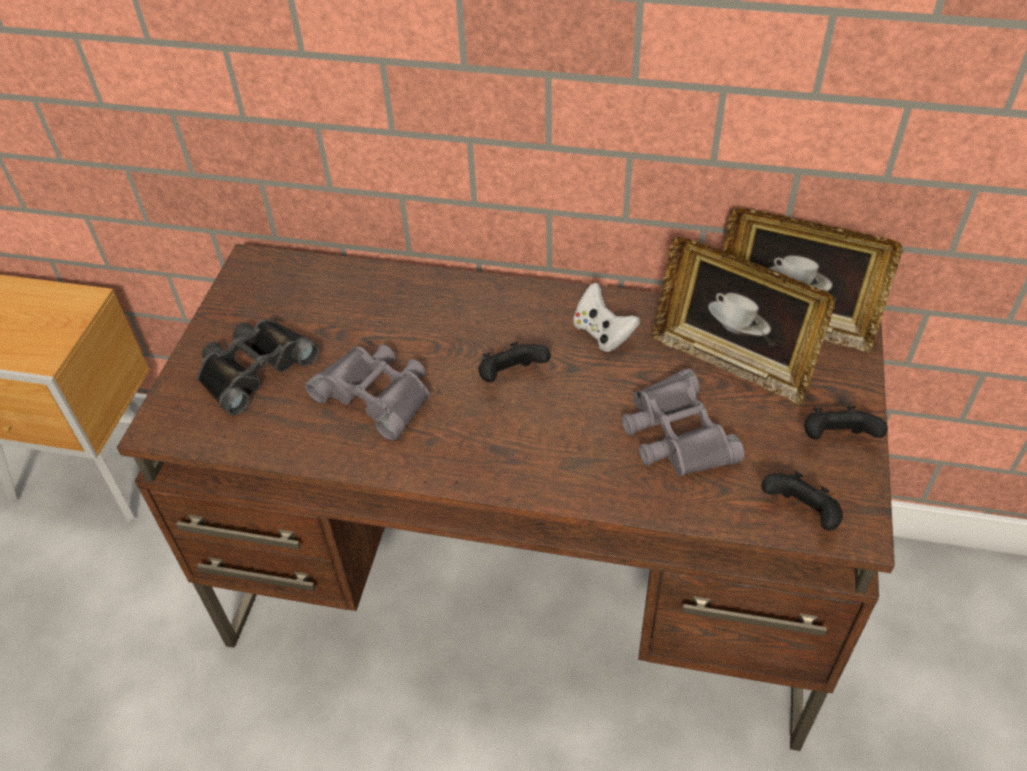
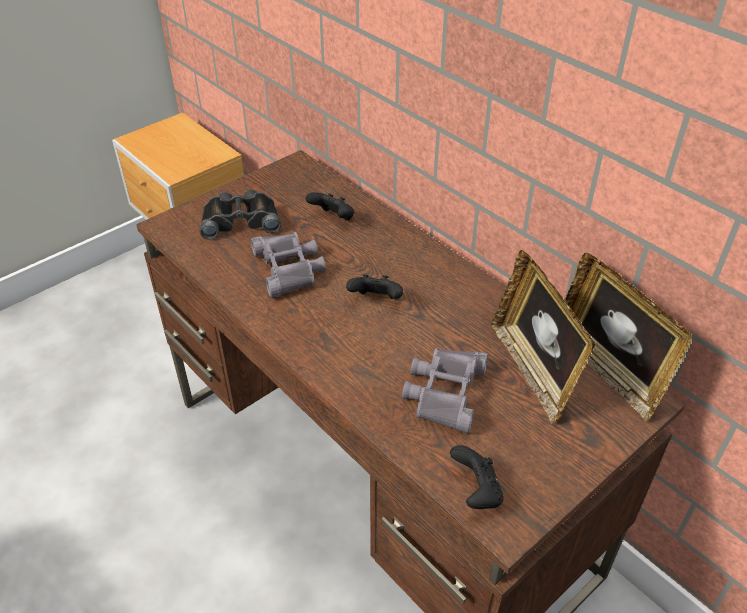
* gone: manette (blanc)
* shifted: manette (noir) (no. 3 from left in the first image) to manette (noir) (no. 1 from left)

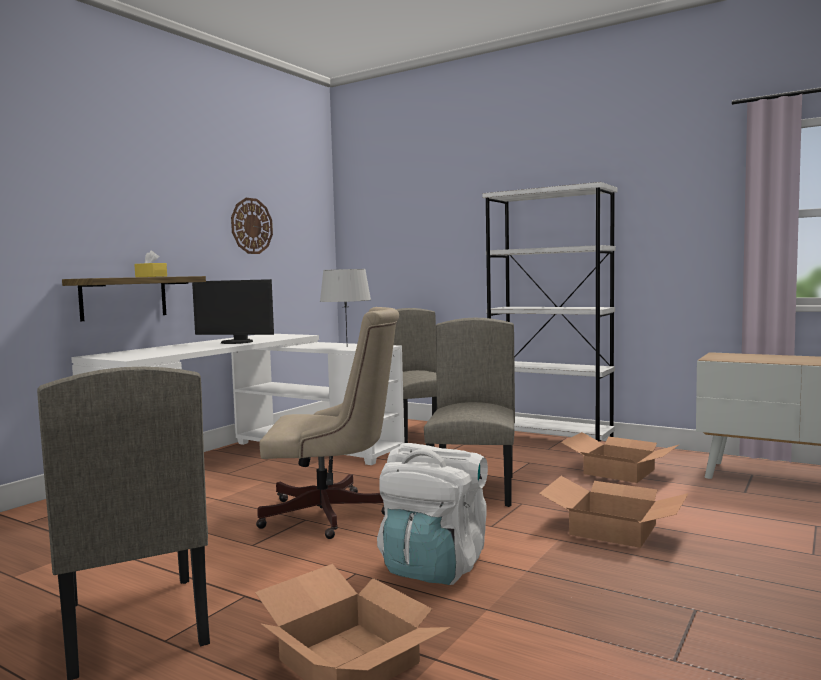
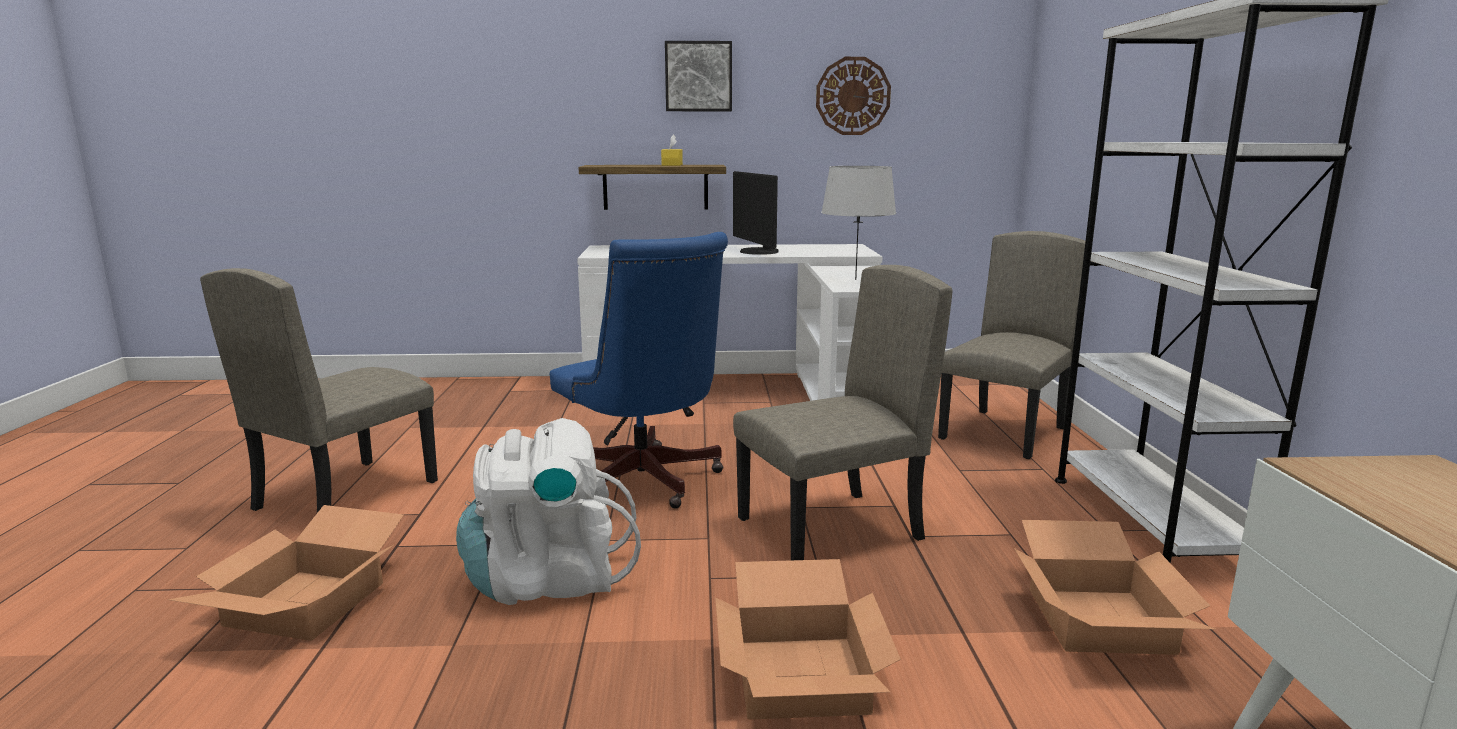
* repainted: chaise de bureau (beige) to chaise de bureau (bleu)
* new: tableau

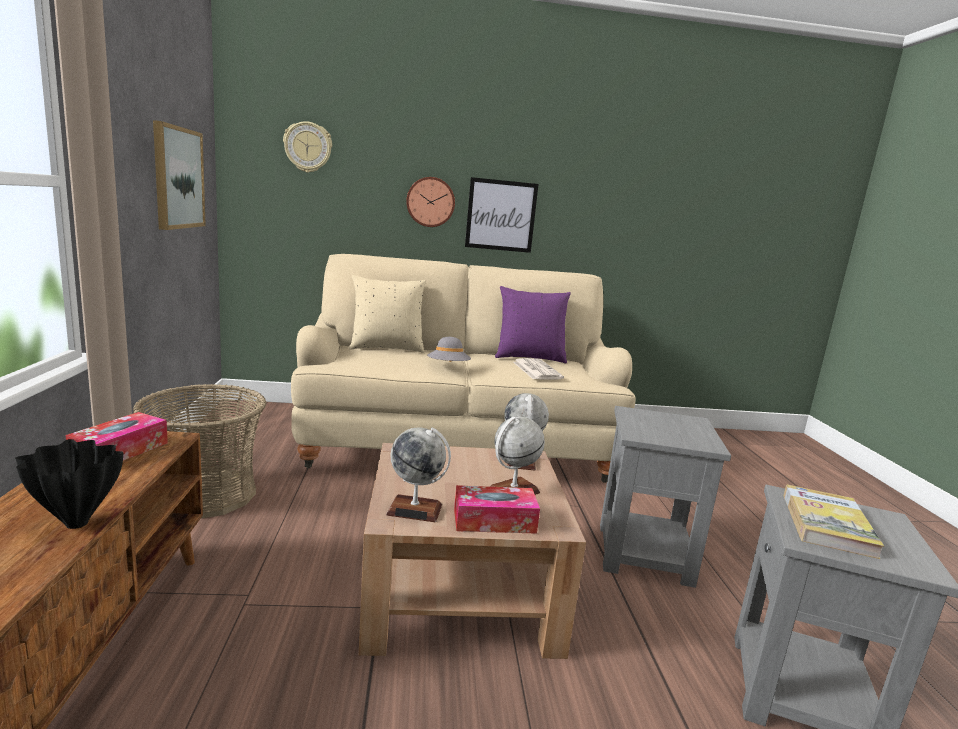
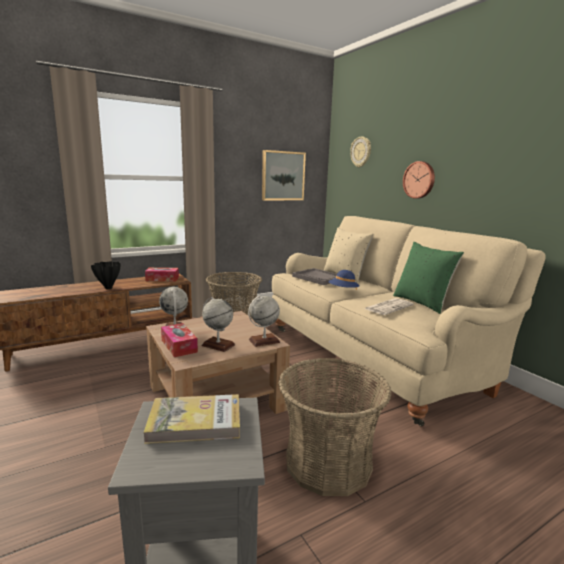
* gone: tableau (no. 2 from left)
* repainted: coussin (violet) to coussin (vert)
* repainted: chapeau (gris) to chapeau (bleu)
* swapped: table d'appoint (gris) (no. 1 from left) to panier (no. 2 from left)
* new: plateau (gris)

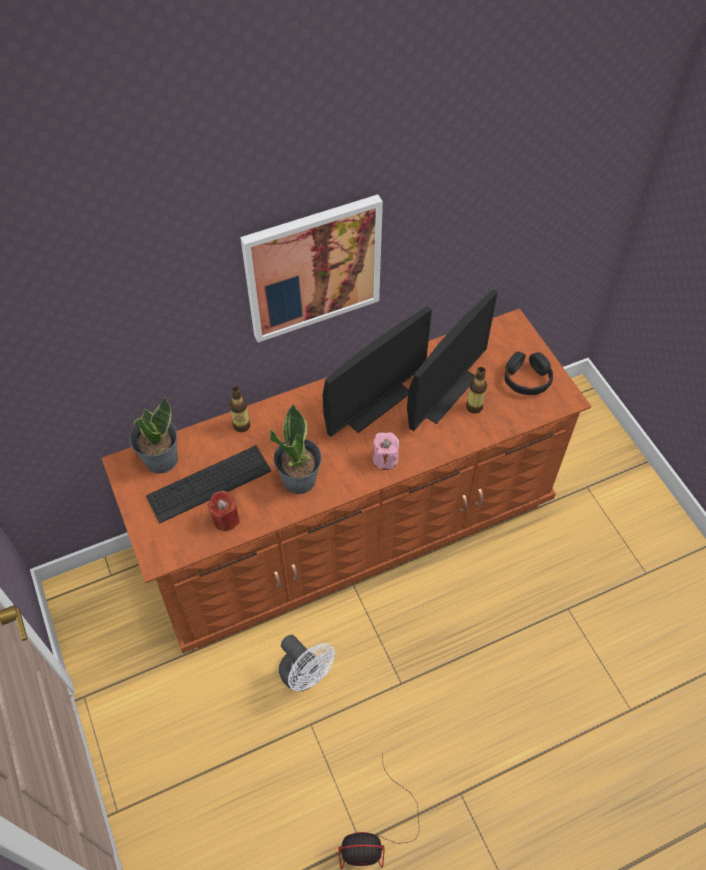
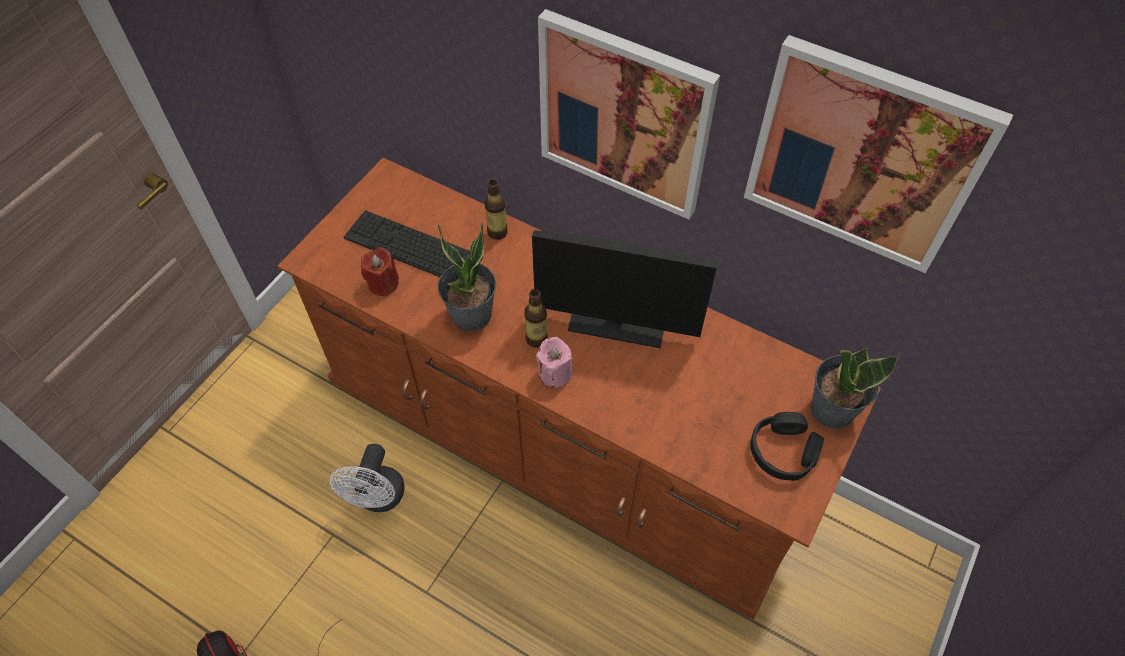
* gone: écran d'ordinateur (no. 2 from left)
* shifted: bouteille (no. 2 from left)
* shifted: plante en pot (no. 1 from left in the first image) to plante en pot (no. 2 from left)
* new: tableau (no. 2 from left)

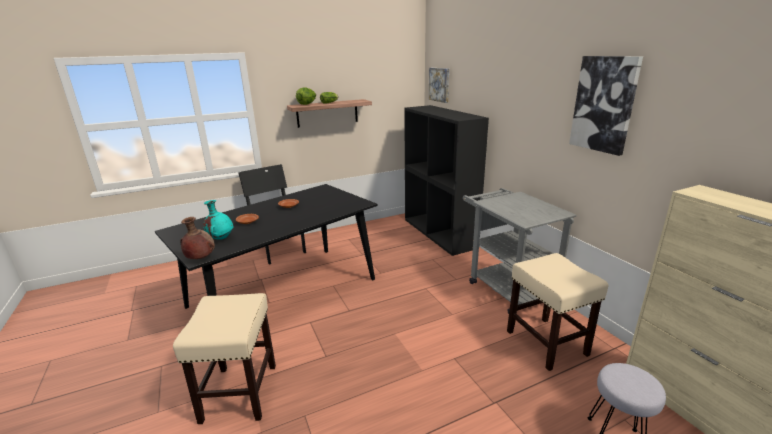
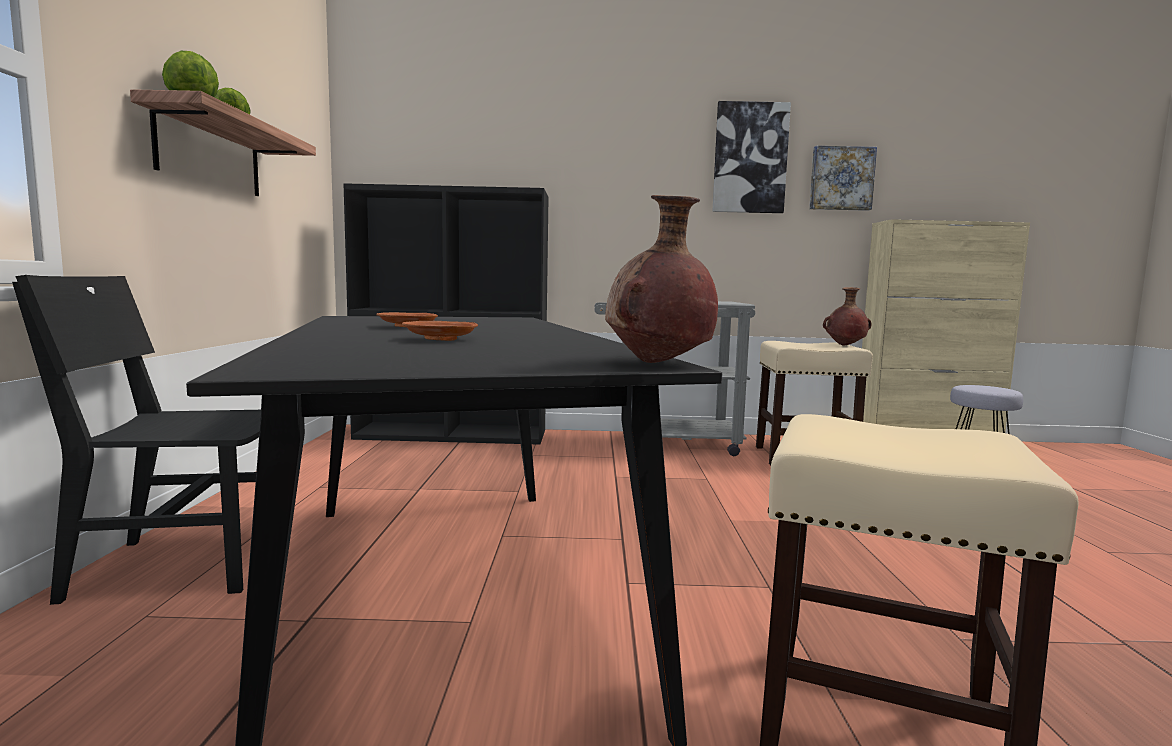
* shifted: tableau (no. 1 from left in the first image) to tableau (no. 2 from left)
* gone: vase (turquoise)
* new: vase (marron) (no. 2 from left)

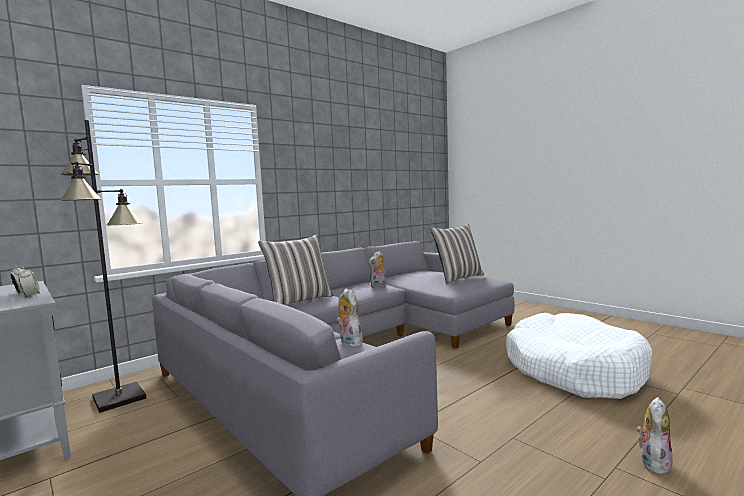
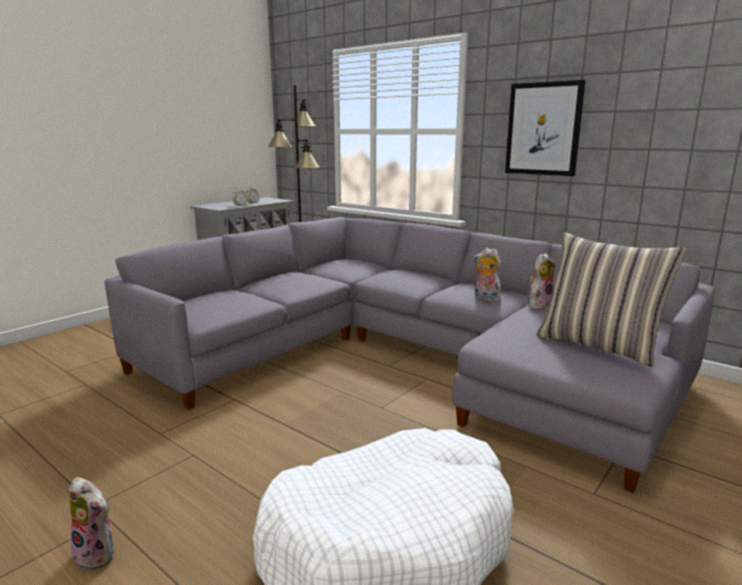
* gone: coussin (no. 1 from left)
* shifted: peluche (no. 1 from left in the first image) to peluche (no. 3 from left)
* new: tableau

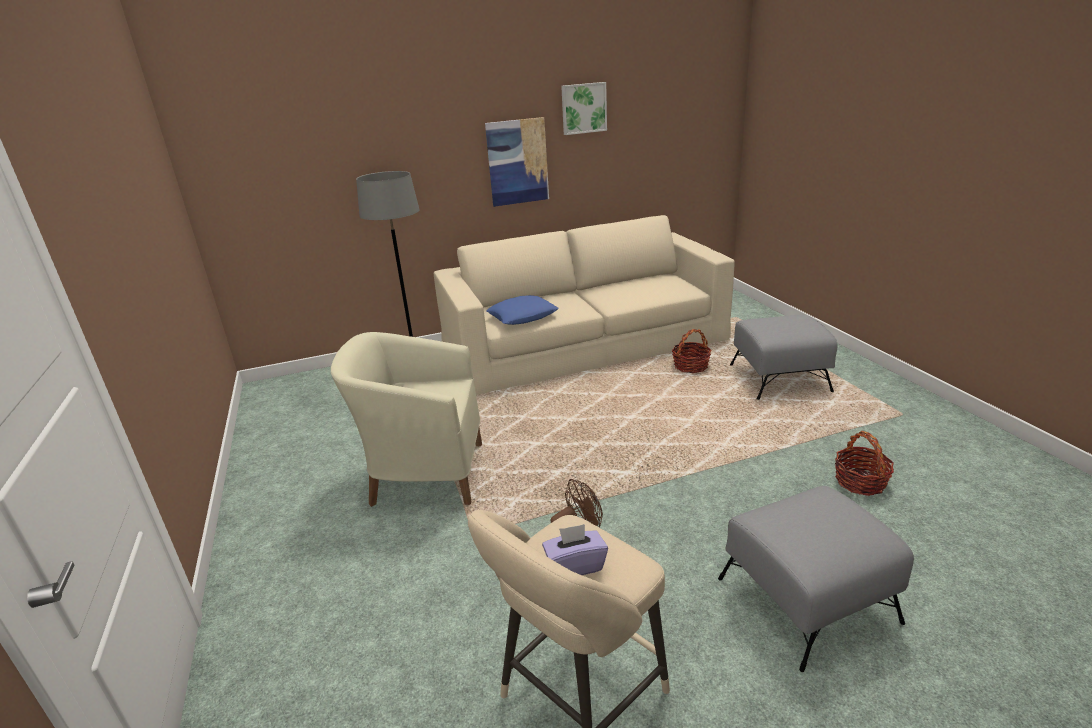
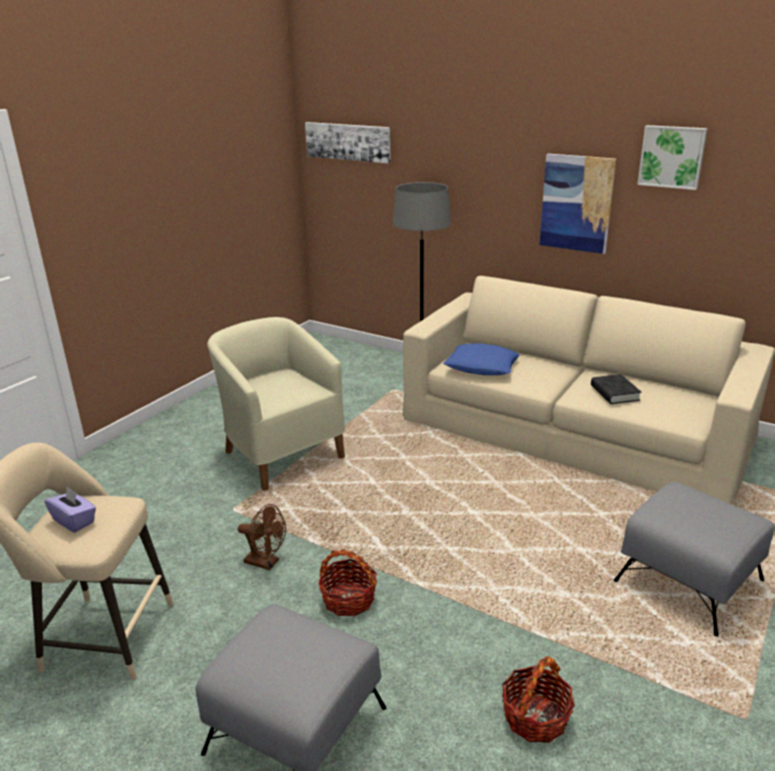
* shifted: panier (no. 1 from left)
* new: tableau (no. 1 from left)
* new: livre (noir)

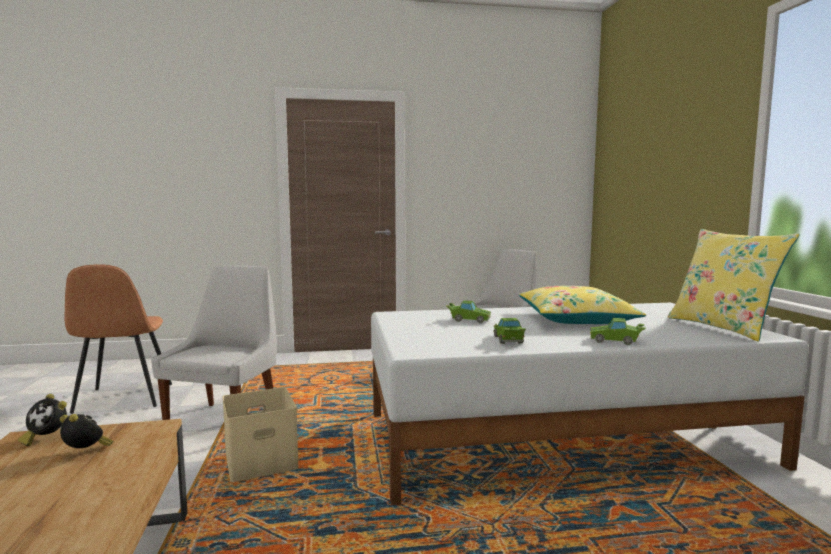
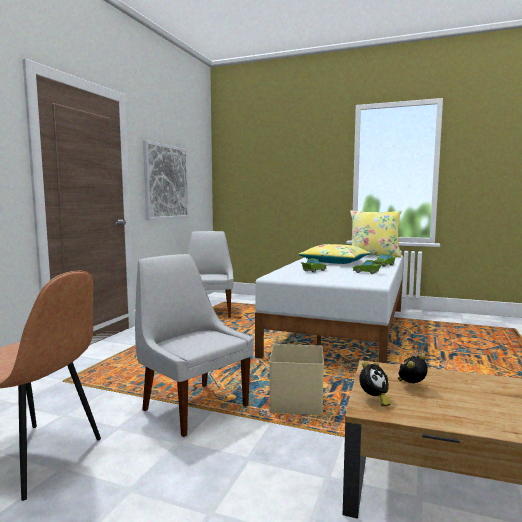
* new: tableau

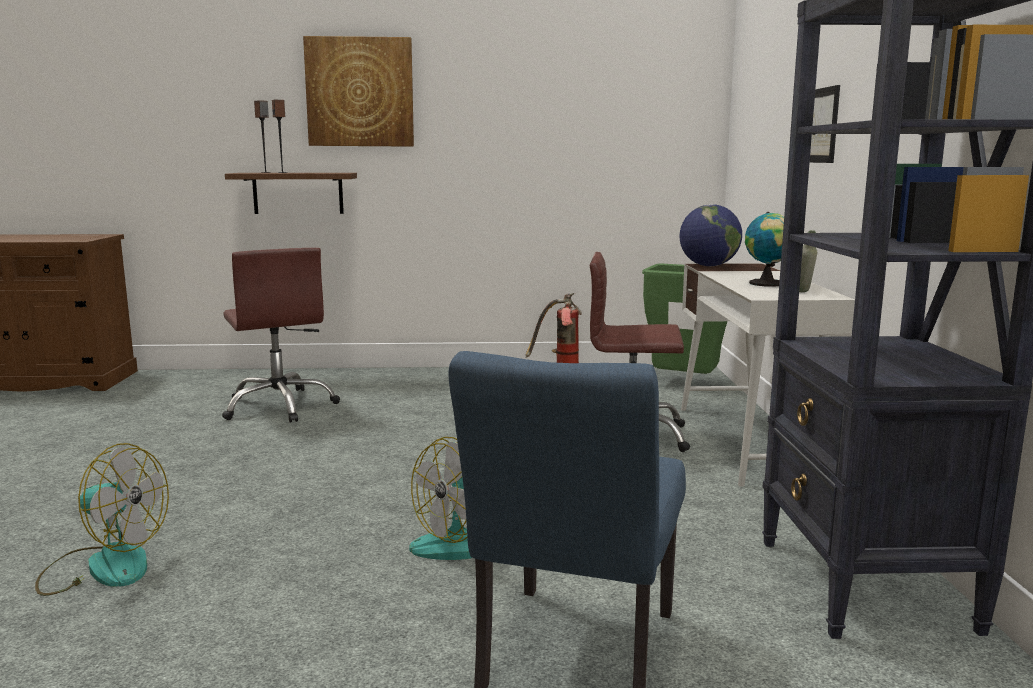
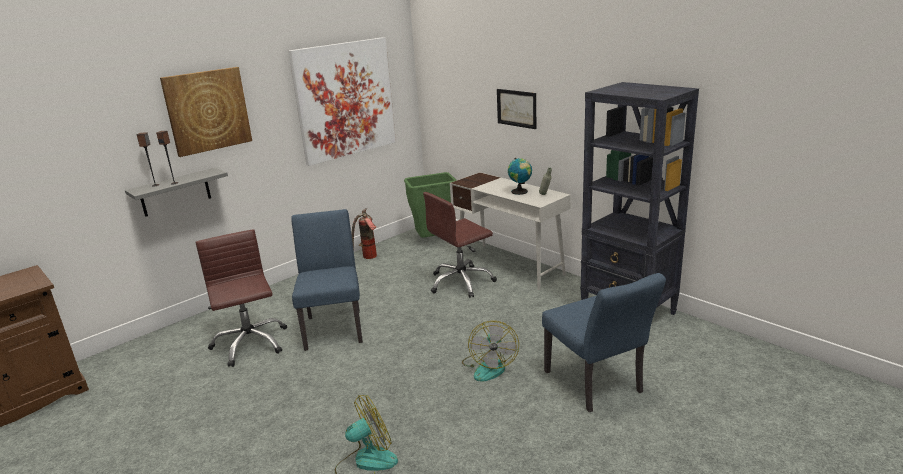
* repainted: étagère (marron) to étagère (gris)
* gone: globe (no. 1 from left)
* rotated: chaise de bureau (marron) (no. 1 from left) 135 degrees counterclockwise
* new: tableau (no. 2 from left)
* new: chaise (bleu) (no. 1 from left)

